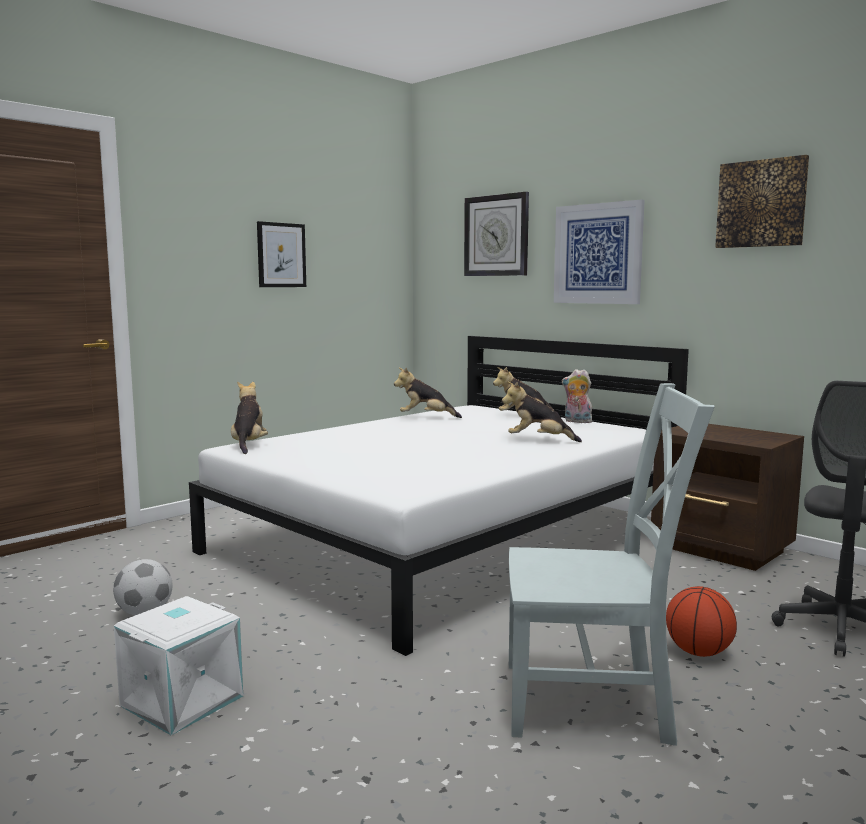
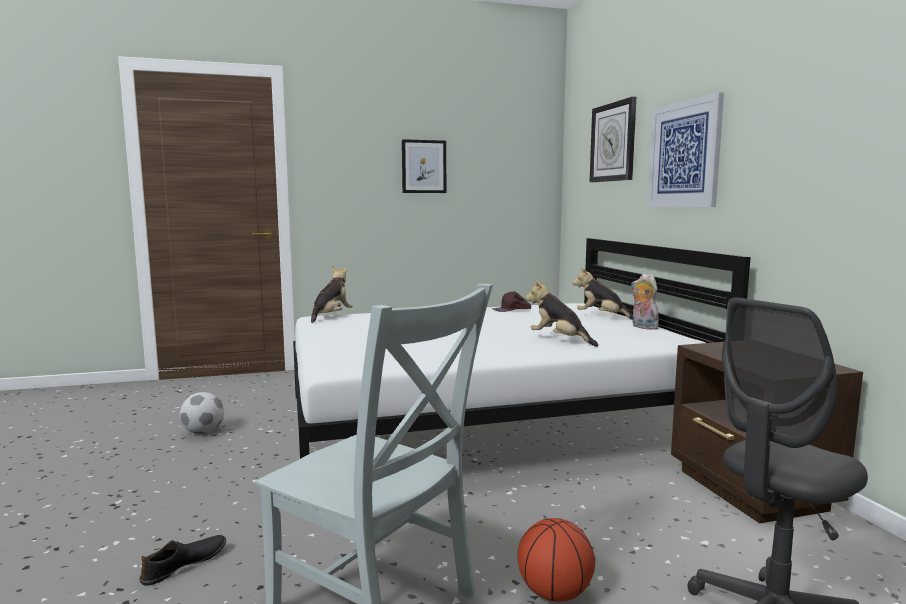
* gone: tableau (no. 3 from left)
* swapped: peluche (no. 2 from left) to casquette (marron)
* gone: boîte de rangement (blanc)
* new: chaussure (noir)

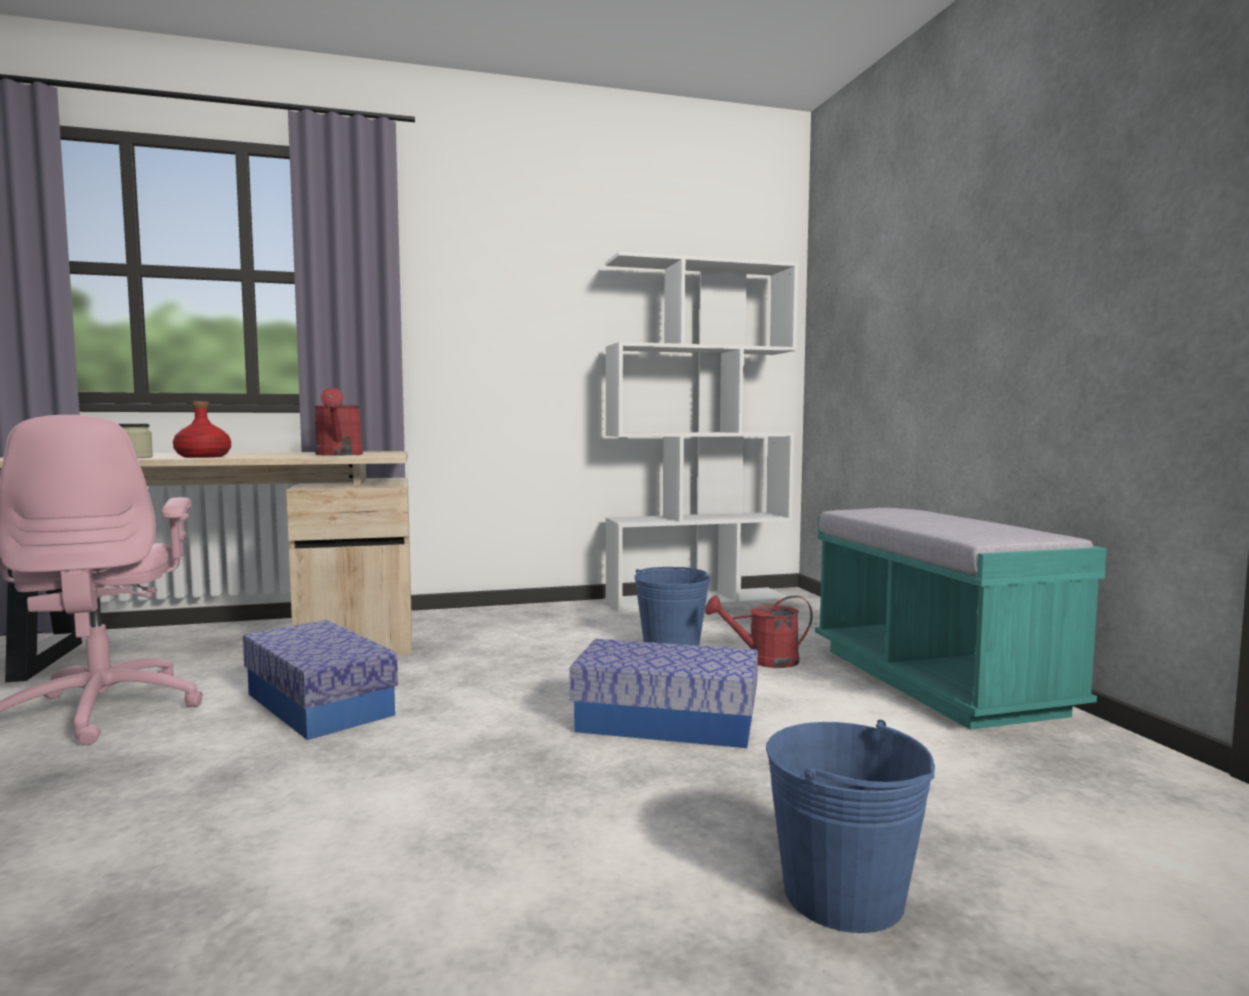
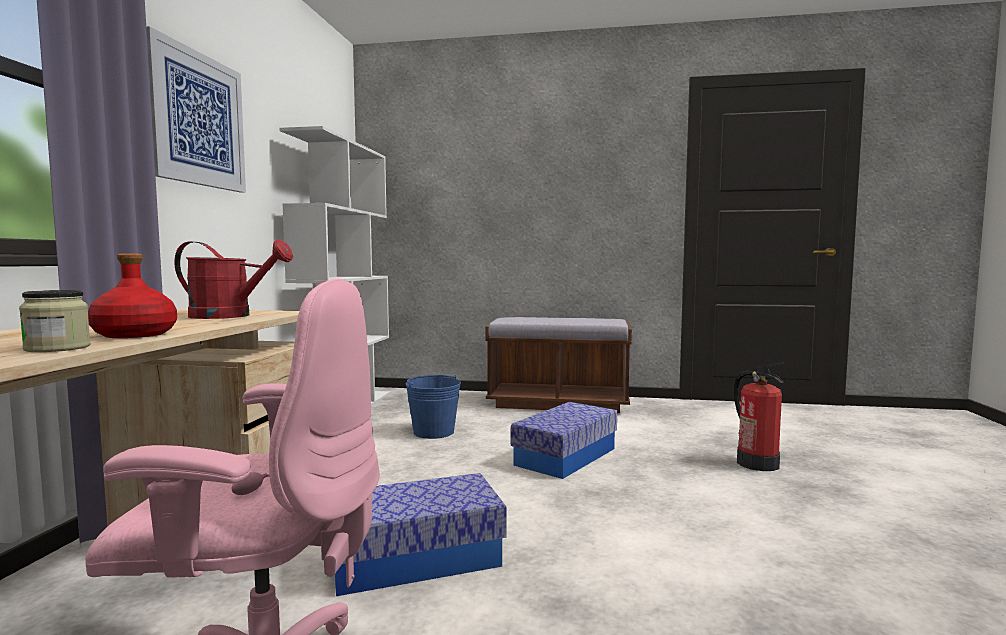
* repainted: banc (turquoise) to banc (marron)
* gone: arrosoir (rouge) (no. 2 from left)
* swapped: seau (bleu) (no. 2 from left) to extincteur
* new: tableau

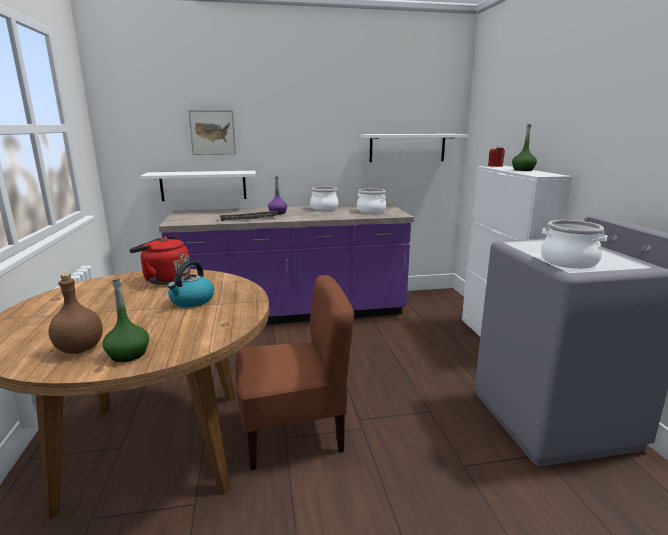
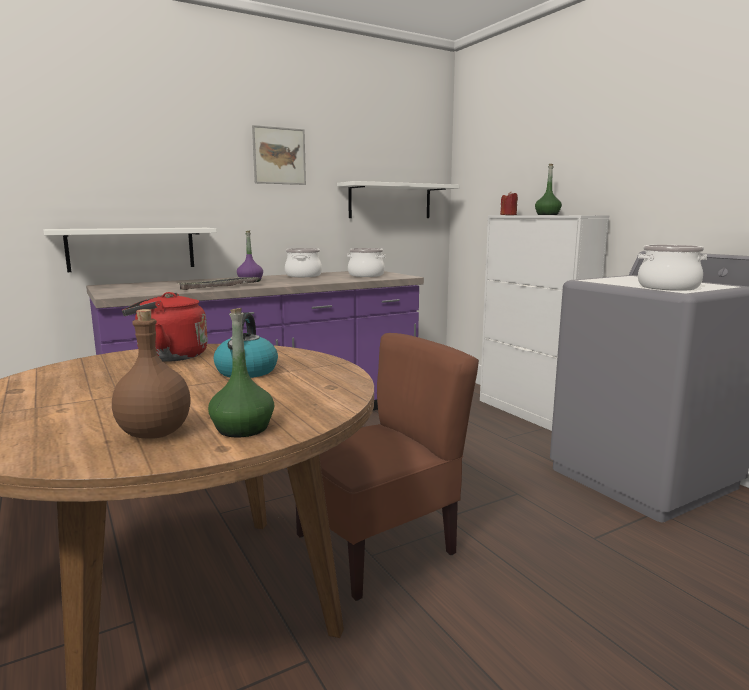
* shifted: tableau

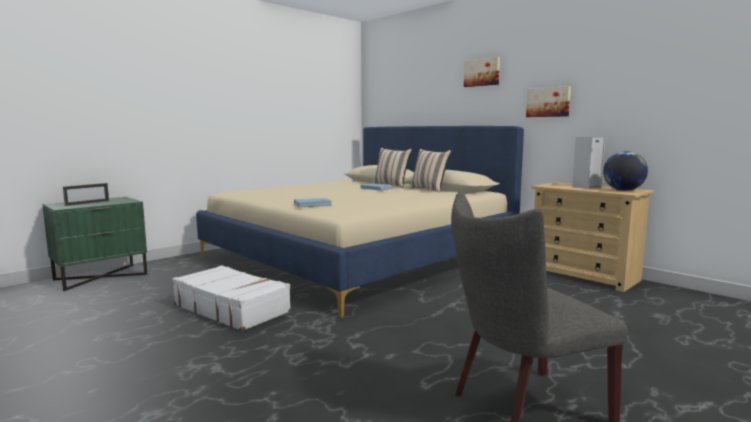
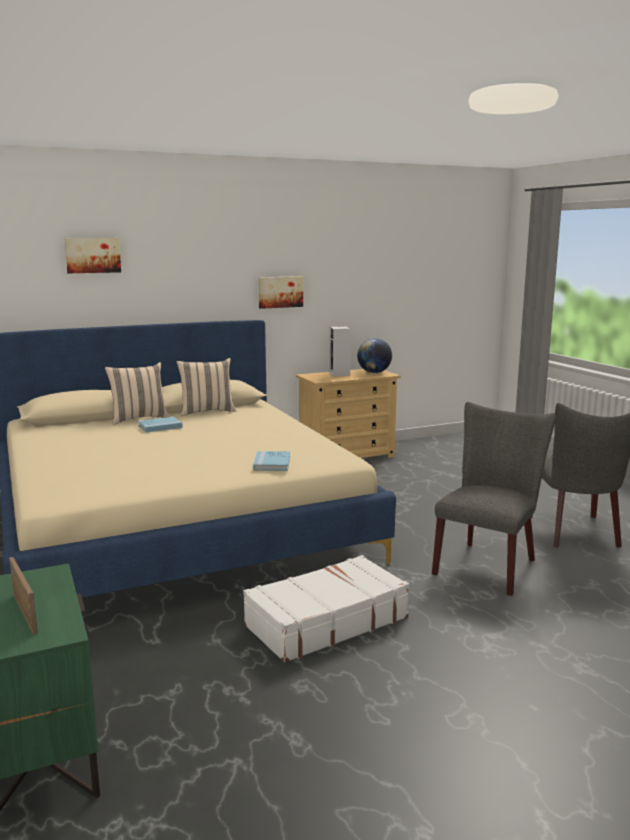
* shifted: tableau (no. 1 from left)
* new: chaise (gris) (no. 1 from left)

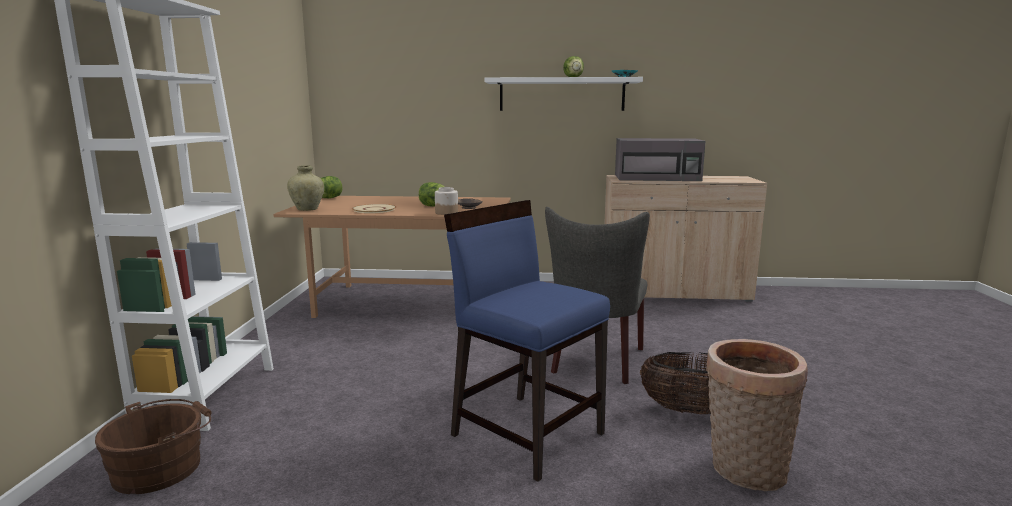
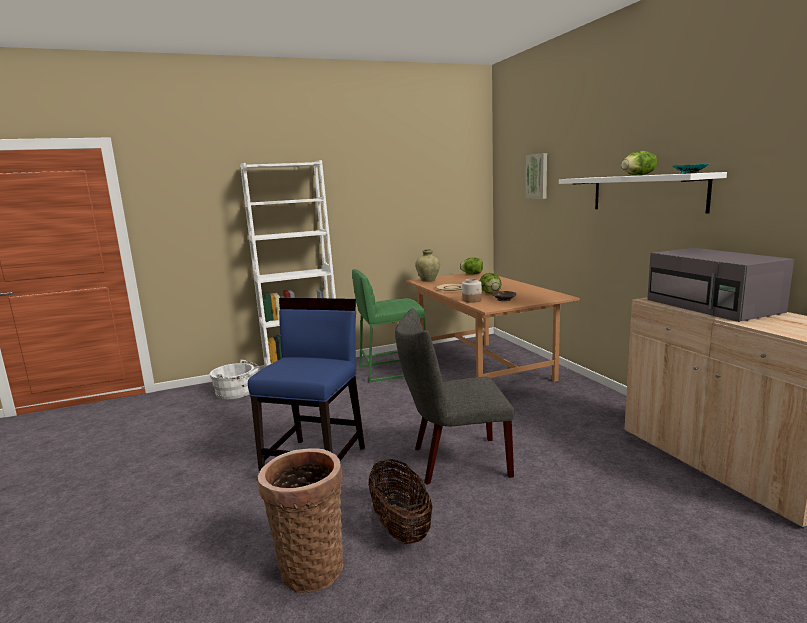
* repainted: seau (marron) to seau (blanc)
* new: tableau
* new: tabouret (vert)

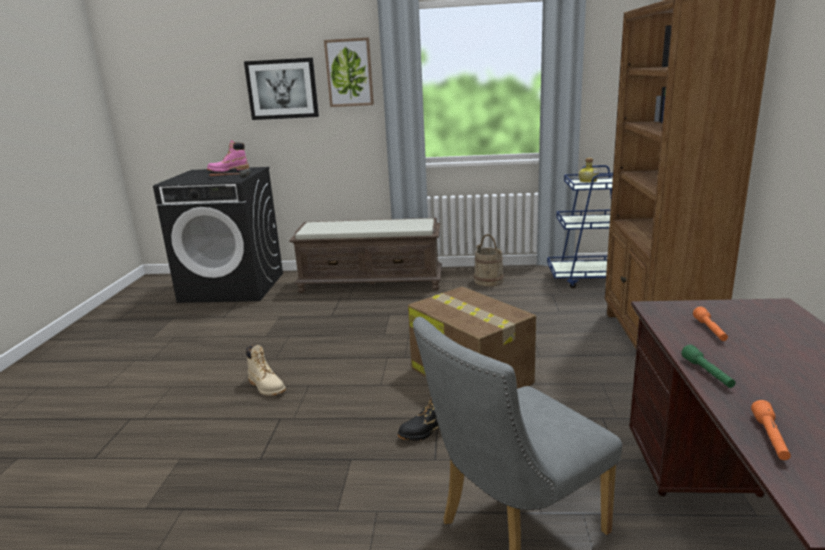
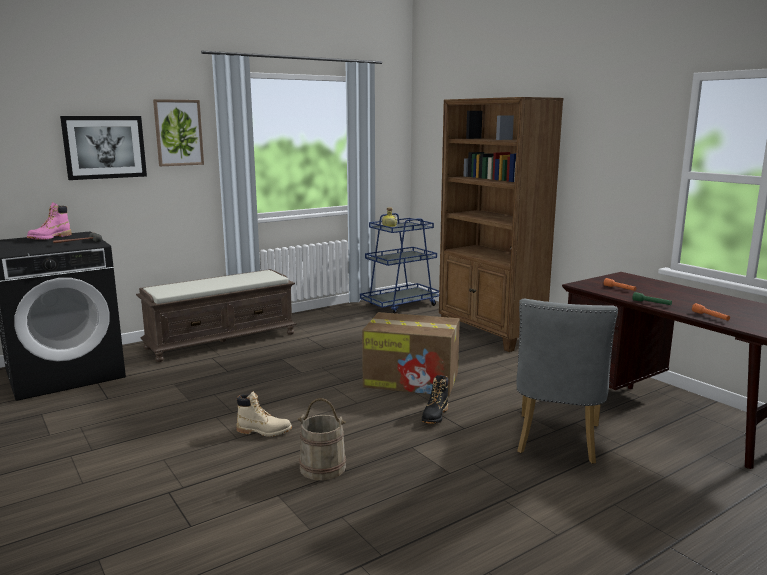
* shifted: seau (beige)

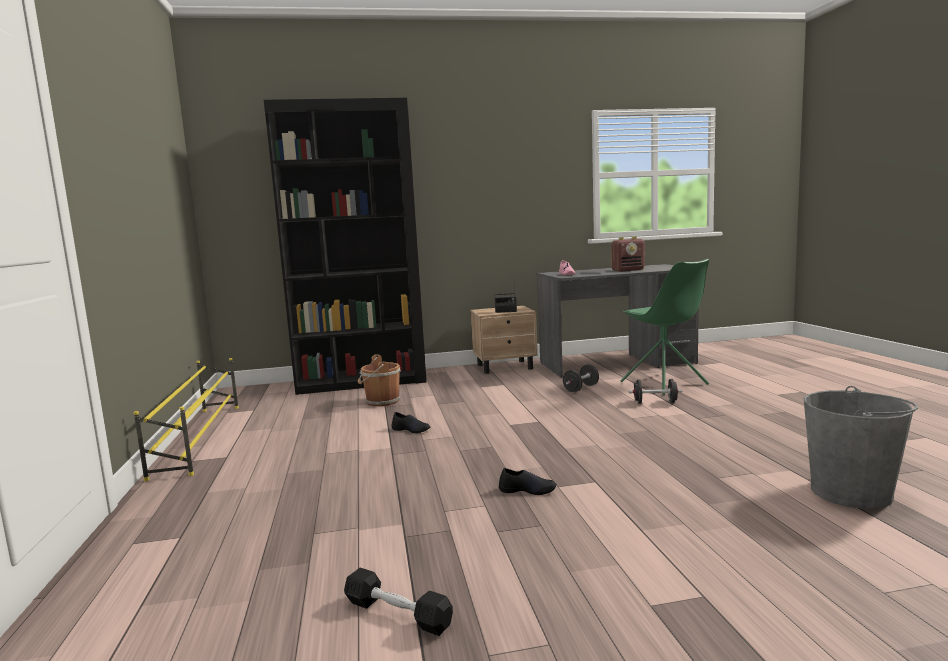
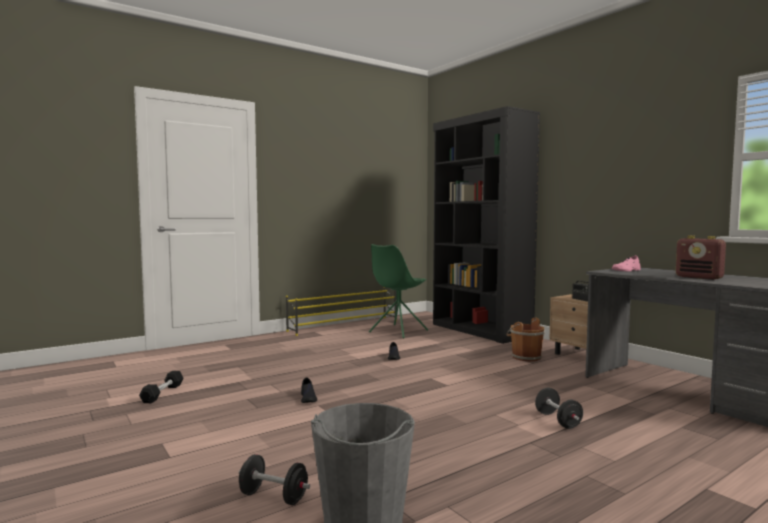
* shifted: chaise (vert)
* shifted: seau (marron)
* shifted: haltère (noir) (no. 2 from left)

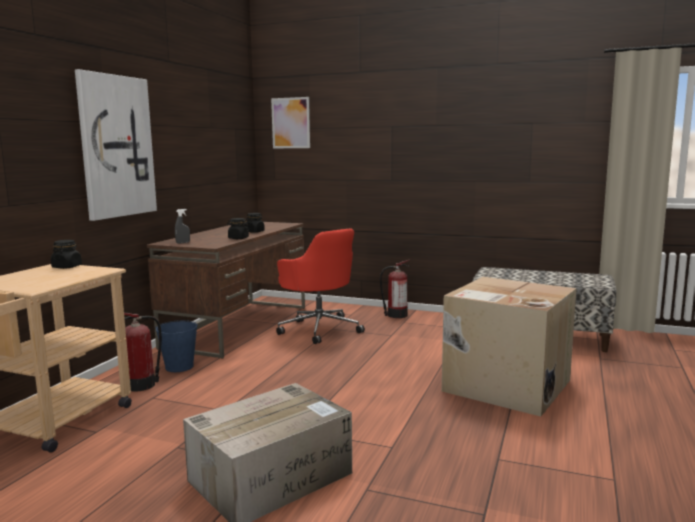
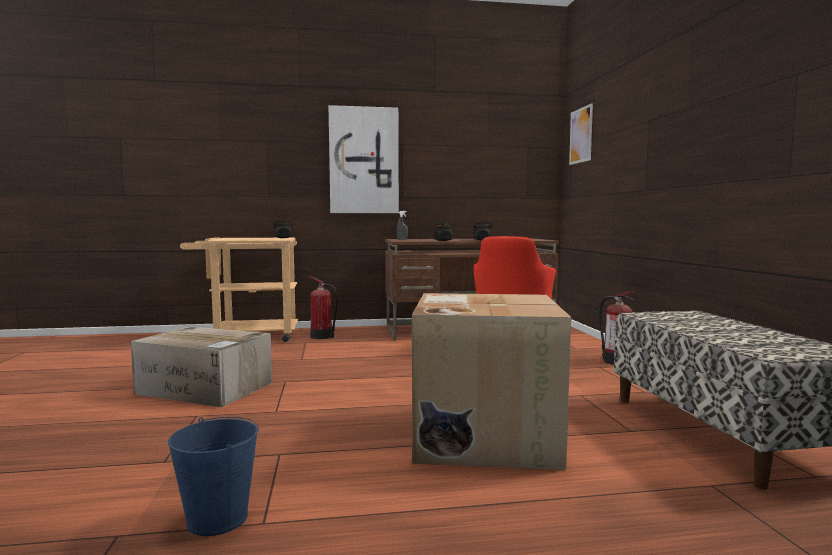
* shifted: seau (bleu)

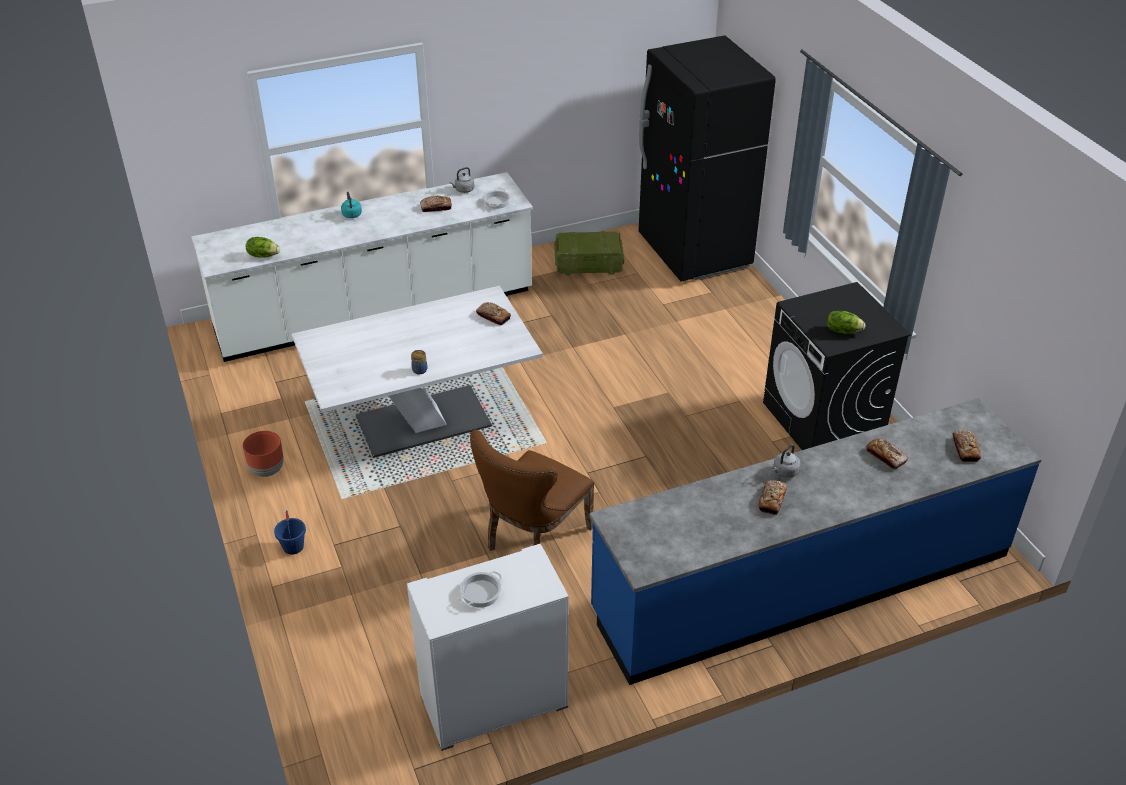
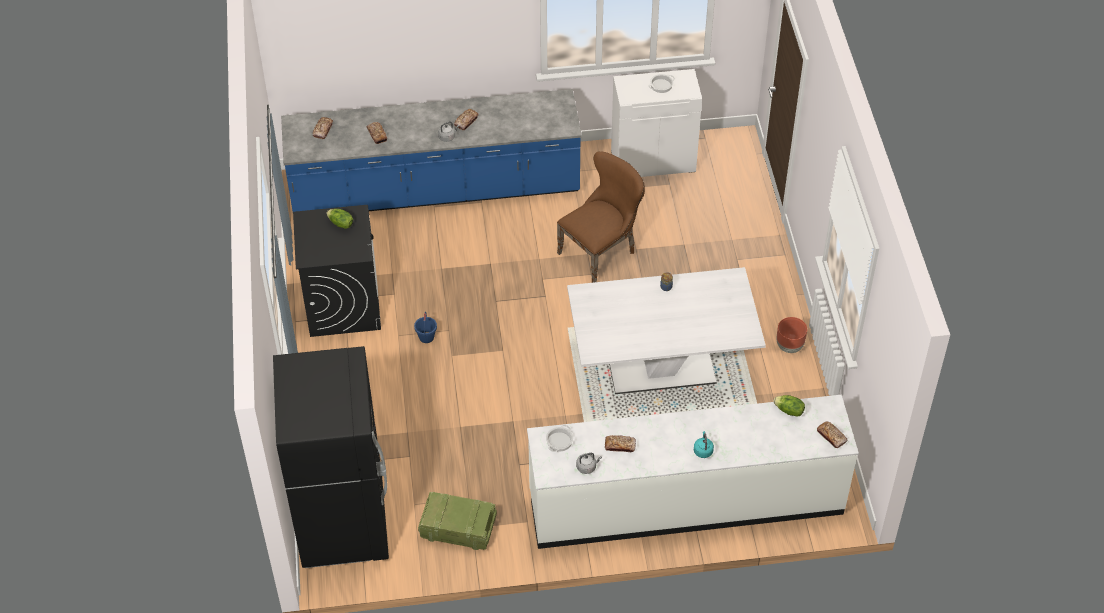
* shifted: pain (no. 2 from left in the first image) to pain (no. 5 from left)
* shifted: seau (bleu)

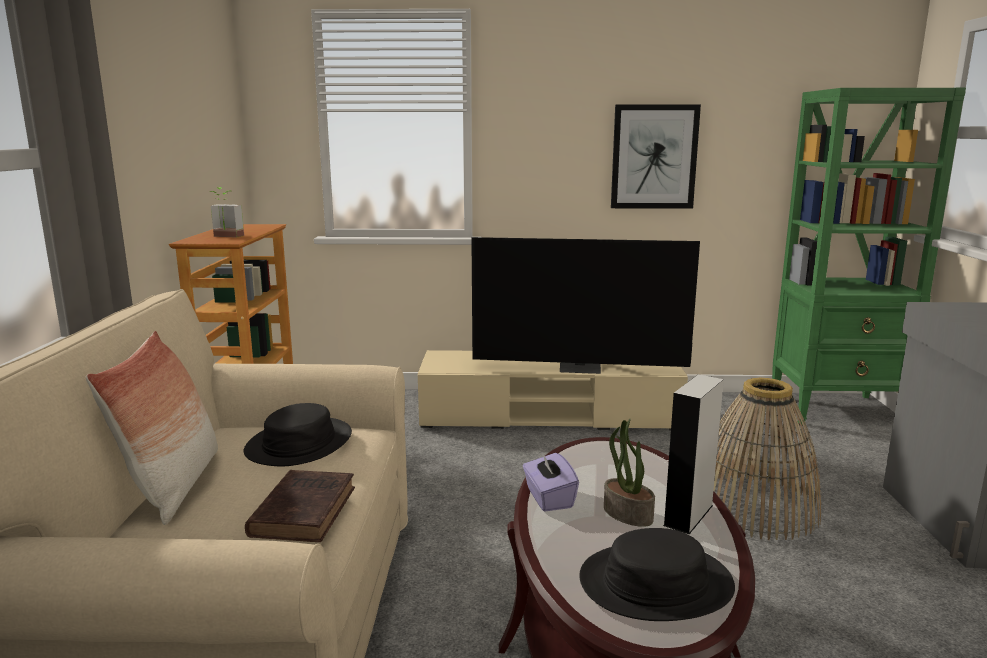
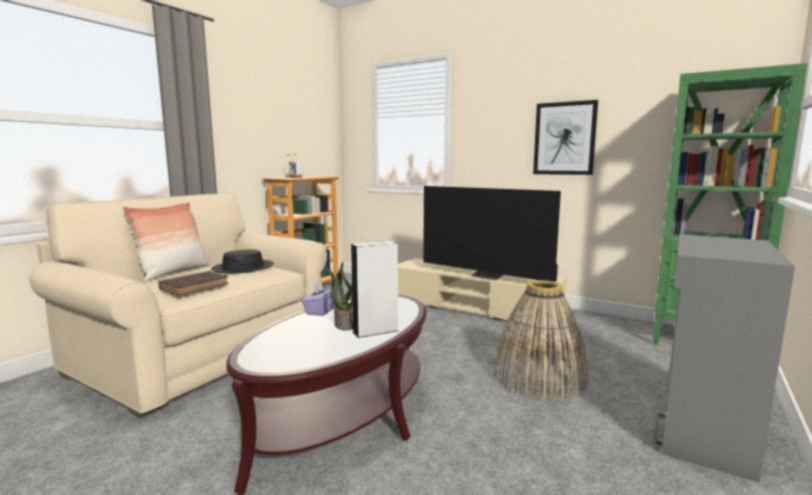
* gone: chapeau (noir) (no. 2 from left)

